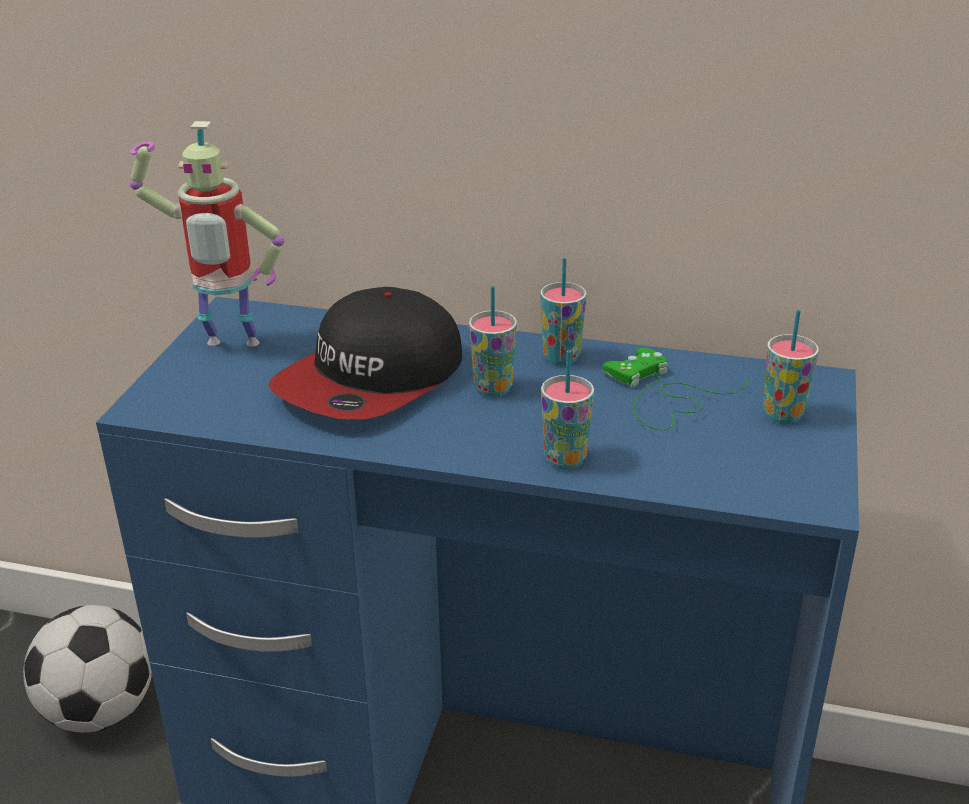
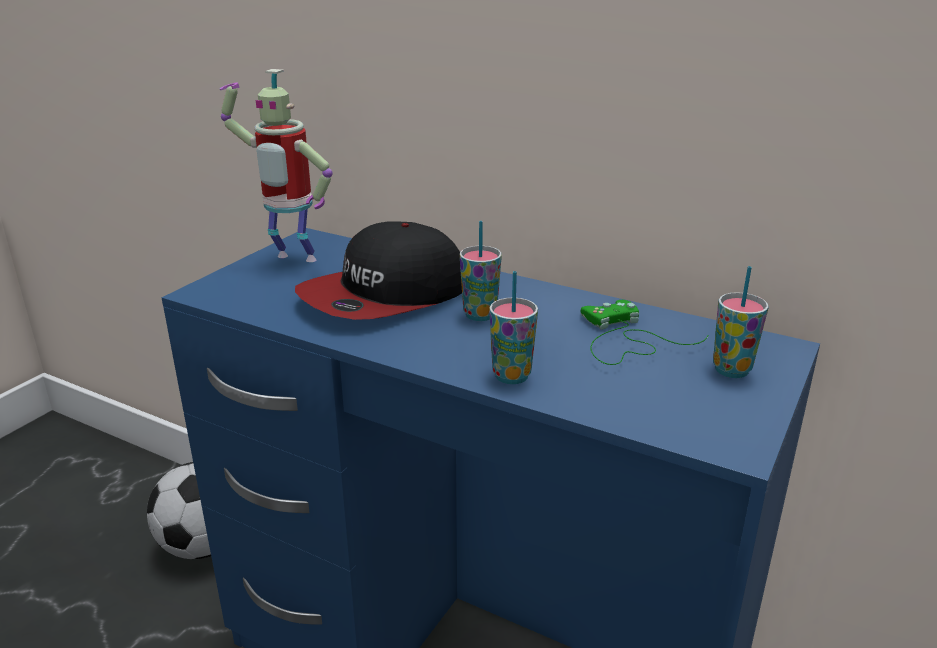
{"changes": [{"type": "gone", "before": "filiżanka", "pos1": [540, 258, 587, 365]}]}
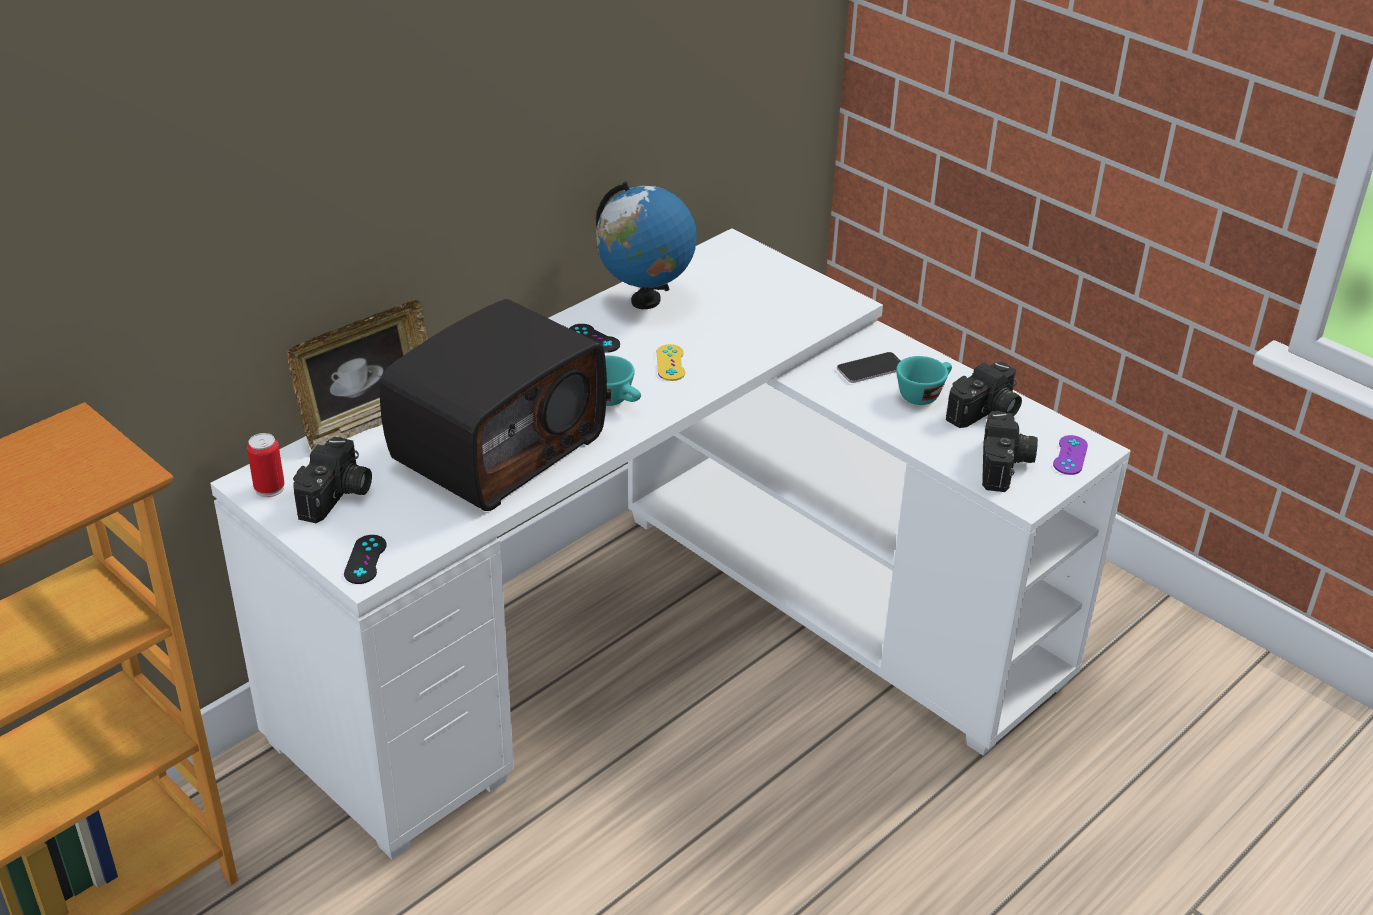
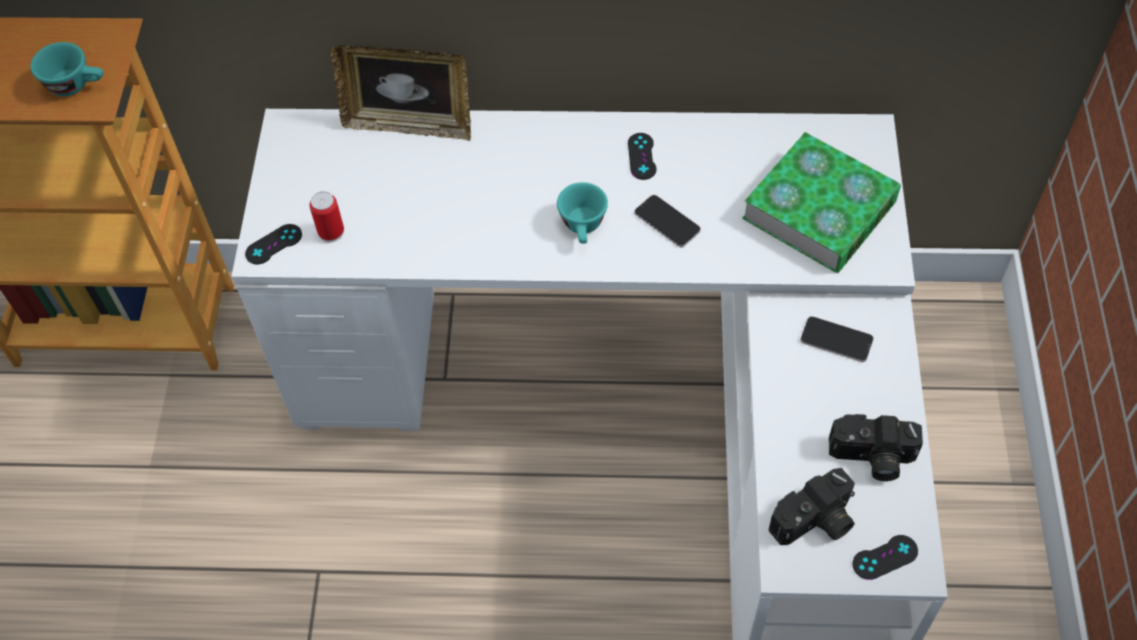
{"changes": [{"type": "shifted", "before": "puszka", "pos1": [247, 433, 285, 497], "pos2": [309, 191, 344, 242]}, {"type": "gone", "before": "aparat fotograficzny", "pos1": [293, 437, 372, 523]}, {"type": "gone", "before": "radio", "pos1": [380, 299, 607, 511]}, {"type": "gone", "before": "globus", "pos1": [596, 181, 697, 309]}, {"type": "swapped", "before": "pad do gier/żółty", "after": "telefon", "pos1": [657, 344, 685, 381], "pos2": [634, 195, 701, 247]}, {"type": "shifted", "before": "filiżanka/turkusowy", "pos1": [896, 356, 952, 405], "pos2": [31, 42, 104, 96]}, {"type": "repainted", "before": "pad do gier/fioletowy", "after": "pad do gier/czarny", "pos1": [1053, 435, 1088, 475], "pos2": [852, 535, 918, 580]}, {"type": "new", "after": "książka", "pos2": [742, 132, 901, 273]}]}
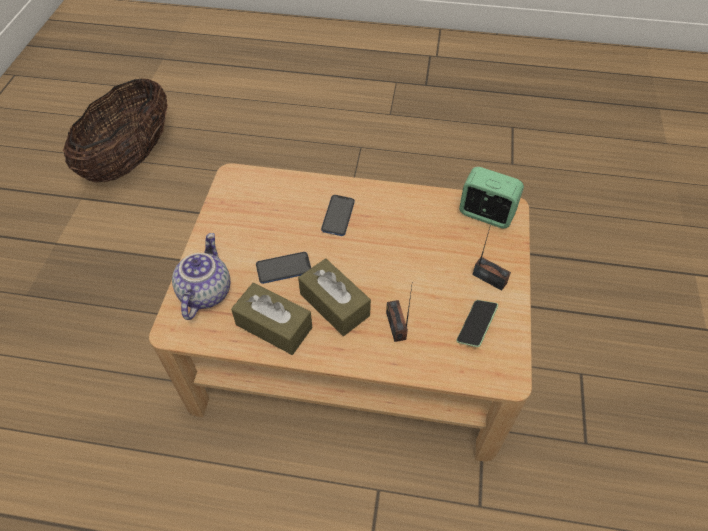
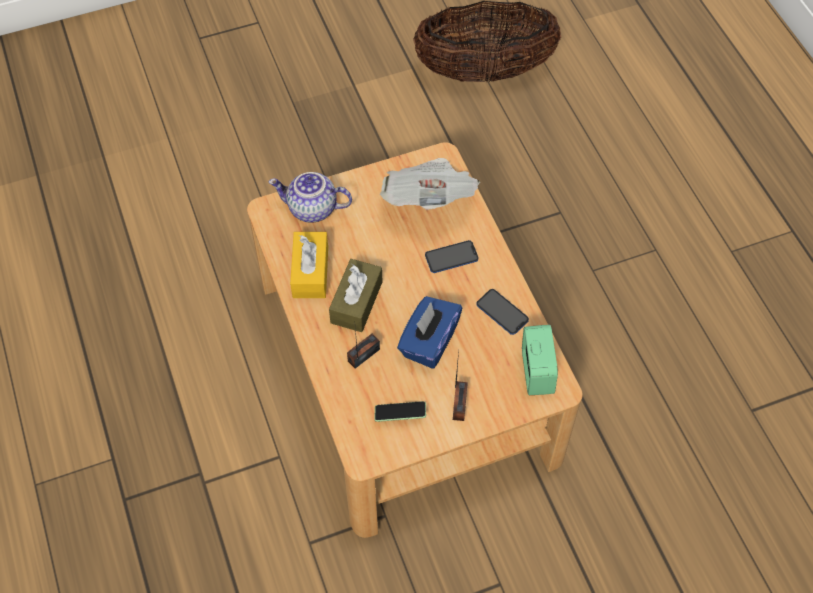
{"changes": [{"type": "rotated", "before": "imbryk", "pos1": [172, 233, 230, 320], "pos2": [269, 172, 352, 223], "turn": -150}, {"type": "repainted", "before": "pudełko chusteczek/brązowy", "after": "pudełko chusteczek/żółty", "pos1": [231, 283, 312, 355], "pos2": [290, 232, 328, 298]}, {"type": "shifted", "before": "telefon", "pos1": [256, 252, 311, 284], "pos2": [477, 289, 529, 335]}, {"type": "new", "after": "gazeta", "pos2": [380, 158, 480, 210]}, {"type": "new", "after": "pudełko chusteczek/niebieski", "pos2": [397, 296, 462, 369]}]}
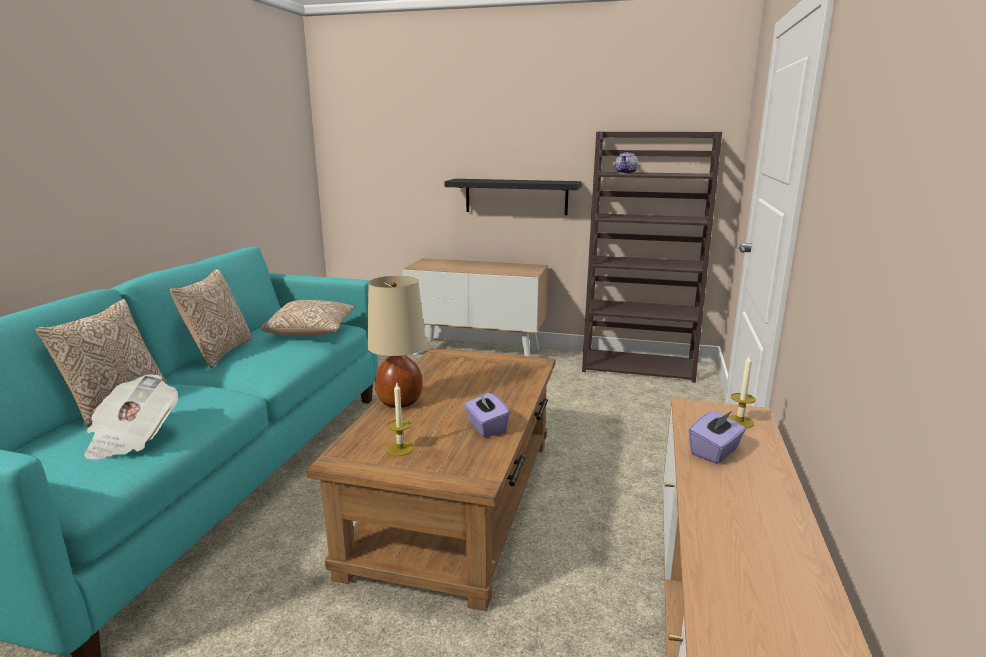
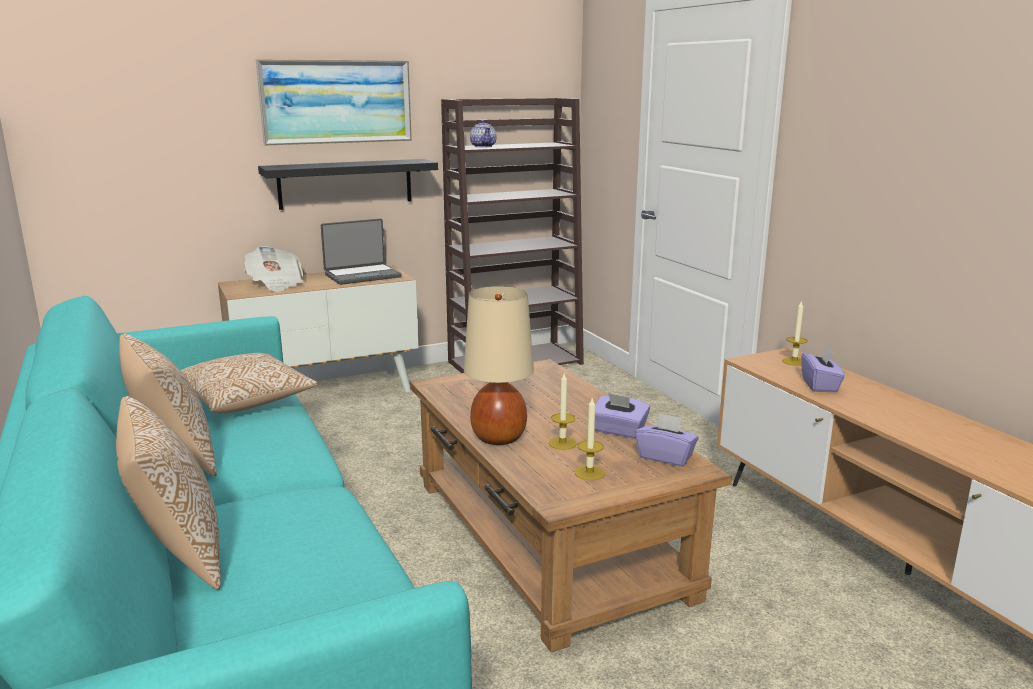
{"changes": [{"type": "shifted", "before": "gazeta", "pos1": [84, 374, 178, 459], "pos2": [244, 246, 304, 292]}, {"type": "new", "after": "obraz", "pos2": [256, 59, 412, 145]}, {"type": "new", "after": "laptop", "pos2": [321, 219, 402, 285]}, {"type": "new", "after": "świeca", "pos2": [549, 373, 577, 450]}, {"type": "new", "after": "pudełko chusteczek/fioletowy", "pos2": [635, 413, 699, 467]}]}
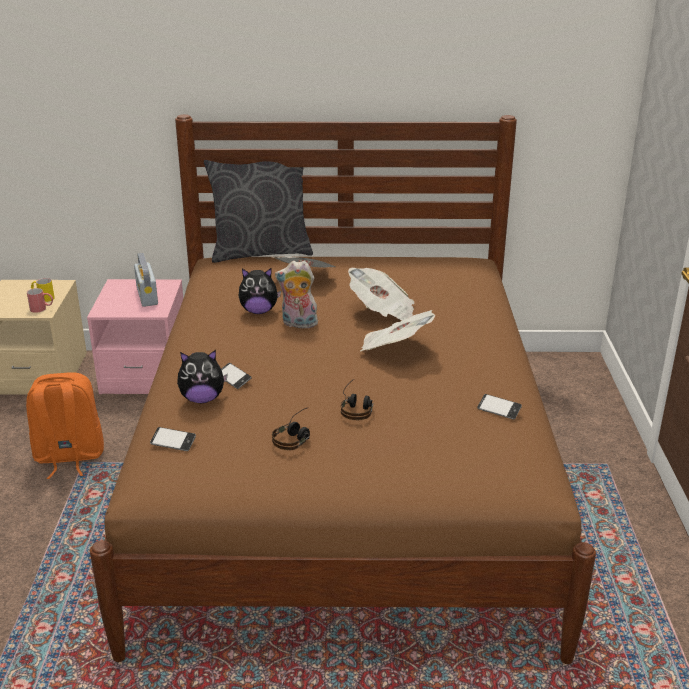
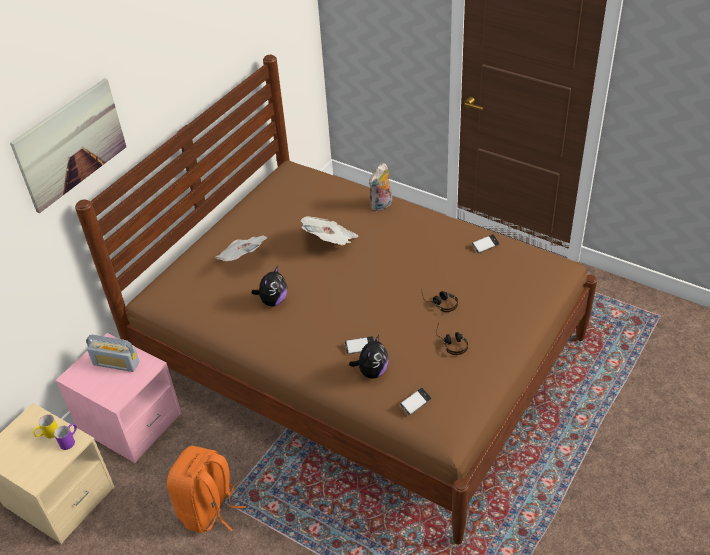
{"changes": [{"type": "repainted", "before": "kubek/czerwony", "after": "kubek/fioletowy", "pos1": [27, 288, 53, 313], "pos2": [54, 424, 77, 450]}, {"type": "gone", "before": "poduszka/szary", "pos1": [203, 160, 313, 263]}, {"type": "shifted", "before": "pluszak", "pos1": [275, 261, 318, 328], "pos2": [369, 163, 392, 212]}, {"type": "gone", "before": "gazeta", "pos1": [360, 310, 435, 352]}, {"type": "new", "after": "obraz", "pos2": [10, 78, 126, 213]}]}
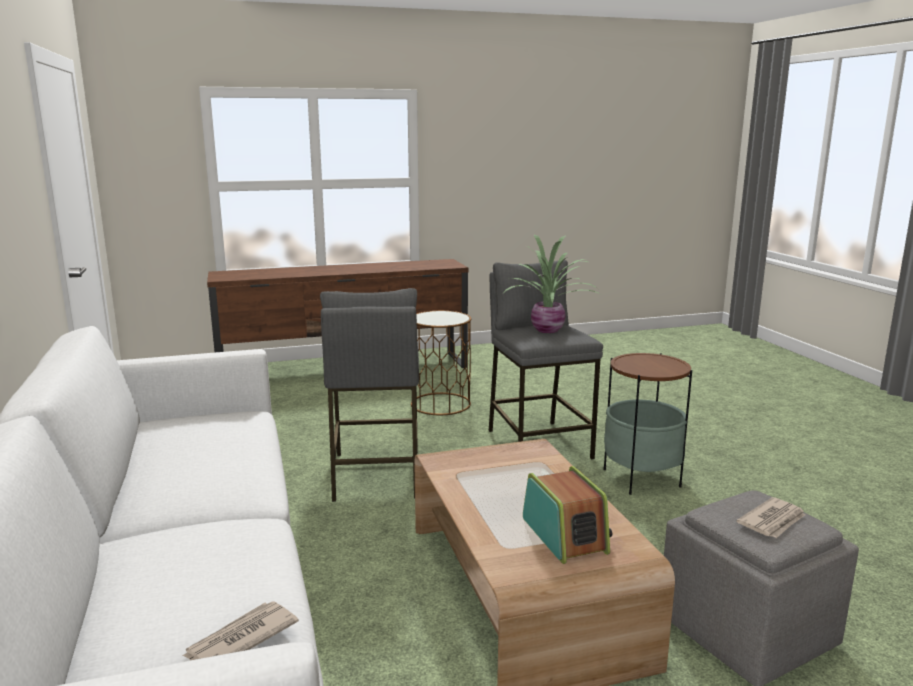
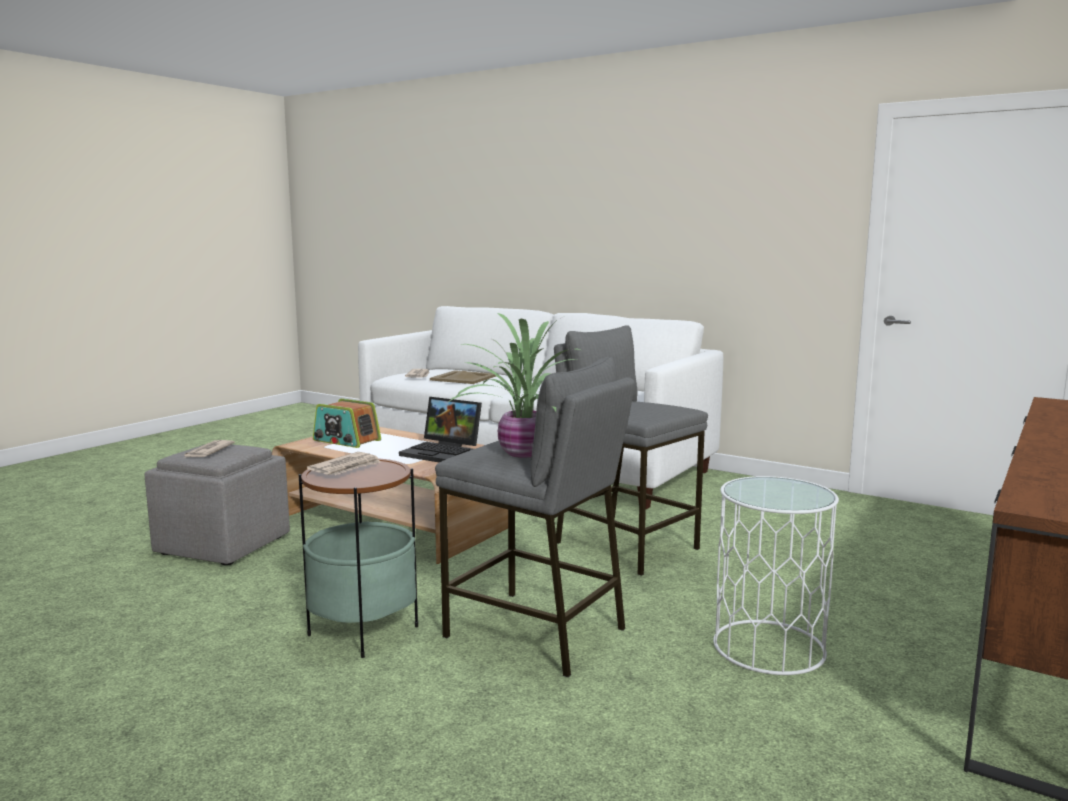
{"changes": [{"type": "repainted", "before": "stolik/brązowy", "after": "stolik/biały", "pos1": [411, 311, 471, 415], "pos2": [713, 476, 839, 675]}, {"type": "new", "after": "gazeta", "pos2": [307, 452, 381, 475]}, {"type": "new", "after": "laptop", "pos2": [399, 397, 482, 463]}, {"type": "new", "after": "taca/beżowy", "pos2": [430, 370, 496, 384]}]}
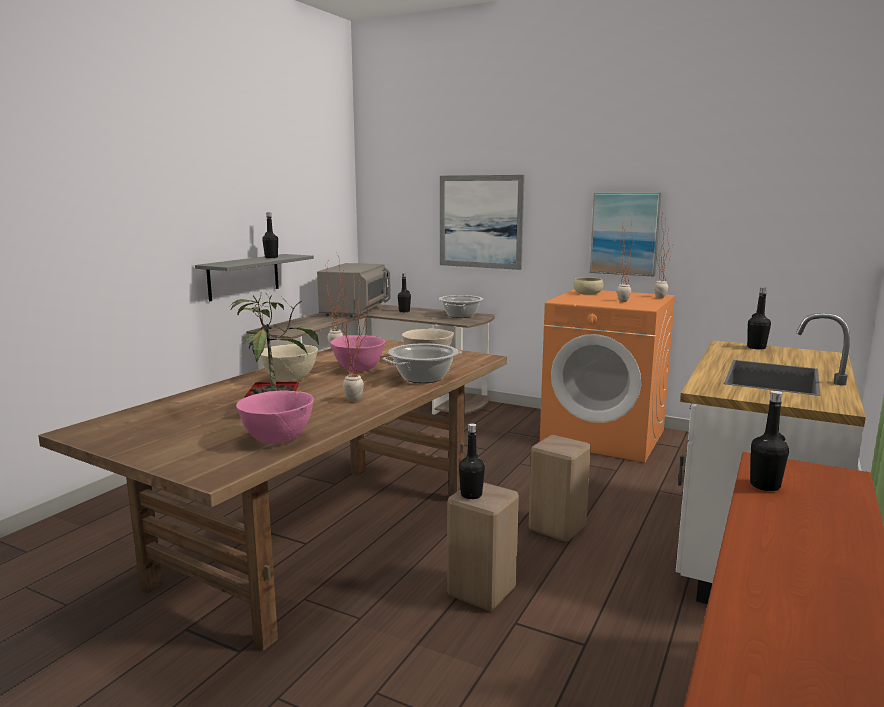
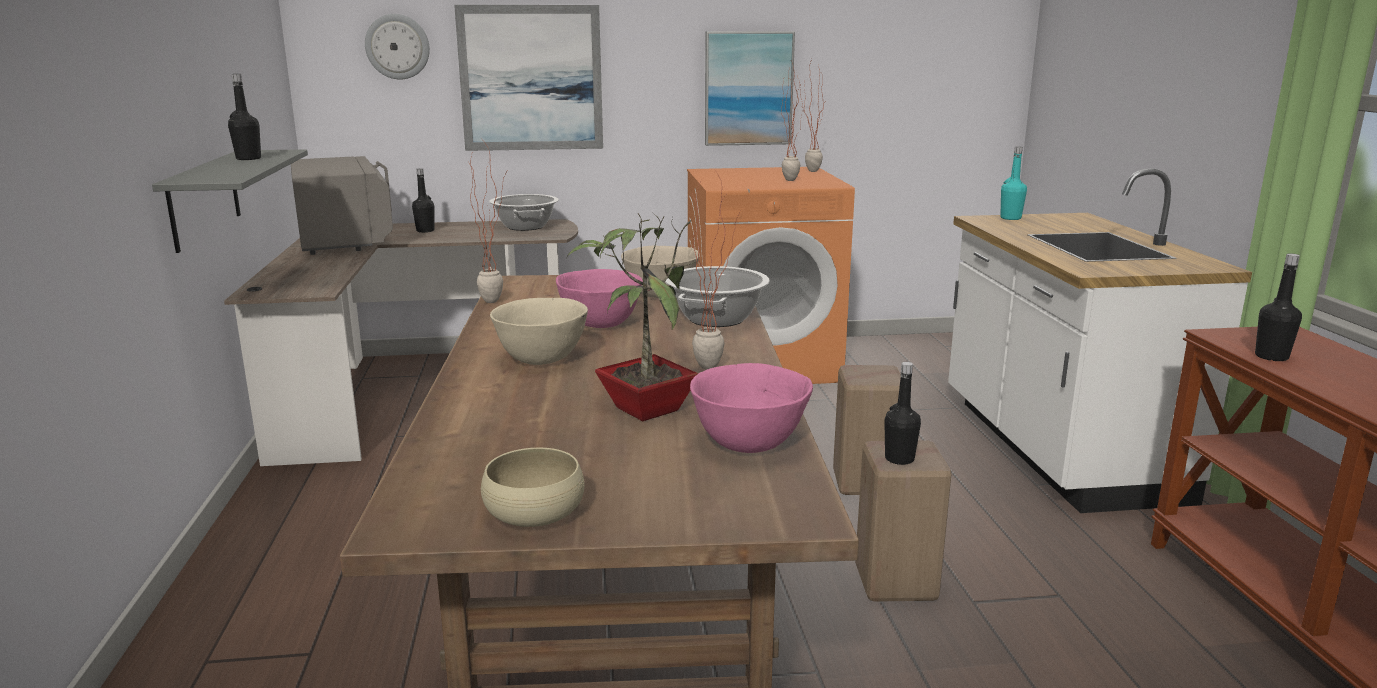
{"changes": [{"type": "shifted", "before": "miska/beżowy", "pos1": [574, 277, 603, 295], "pos2": [481, 448, 585, 527]}, {"type": "repainted", "before": "butelka/czarny", "after": "butelka/turkusowy", "pos1": [747, 287, 771, 350], "pos2": [1001, 147, 1027, 220]}, {"type": "new", "after": "zegar ścienny", "pos2": [365, 14, 430, 79]}]}
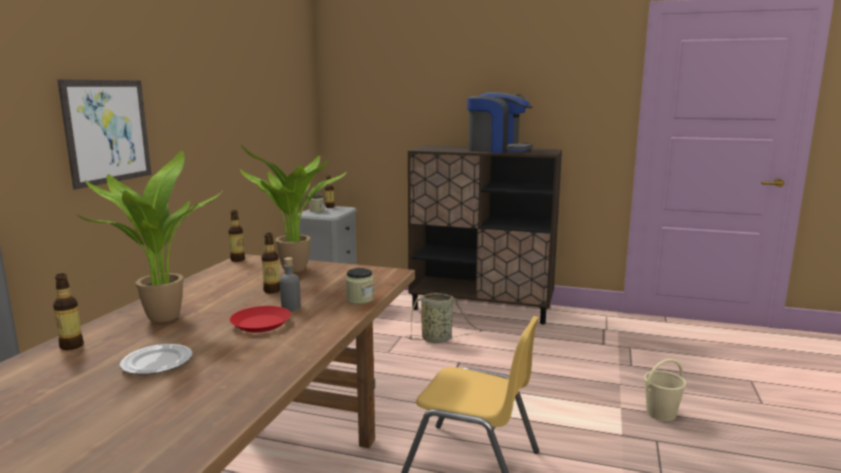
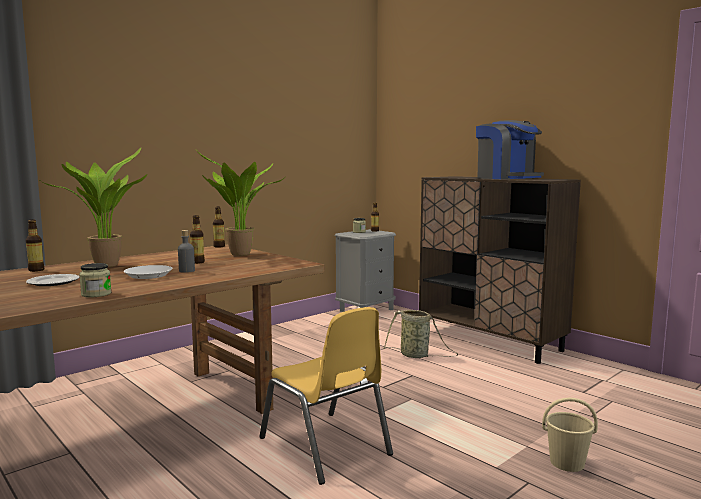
{"changes": [{"type": "gone", "before": "obraz", "pos1": [57, 79, 152, 189]}, {"type": "repainted", "before": "talerz/czerwony", "after": "talerz/biały", "pos1": [230, 306, 291, 332], "pos2": [124, 265, 173, 279]}, {"type": "shifted", "before": "słoik", "pos1": [346, 268, 374, 304], "pos2": [79, 263, 111, 298]}]}
